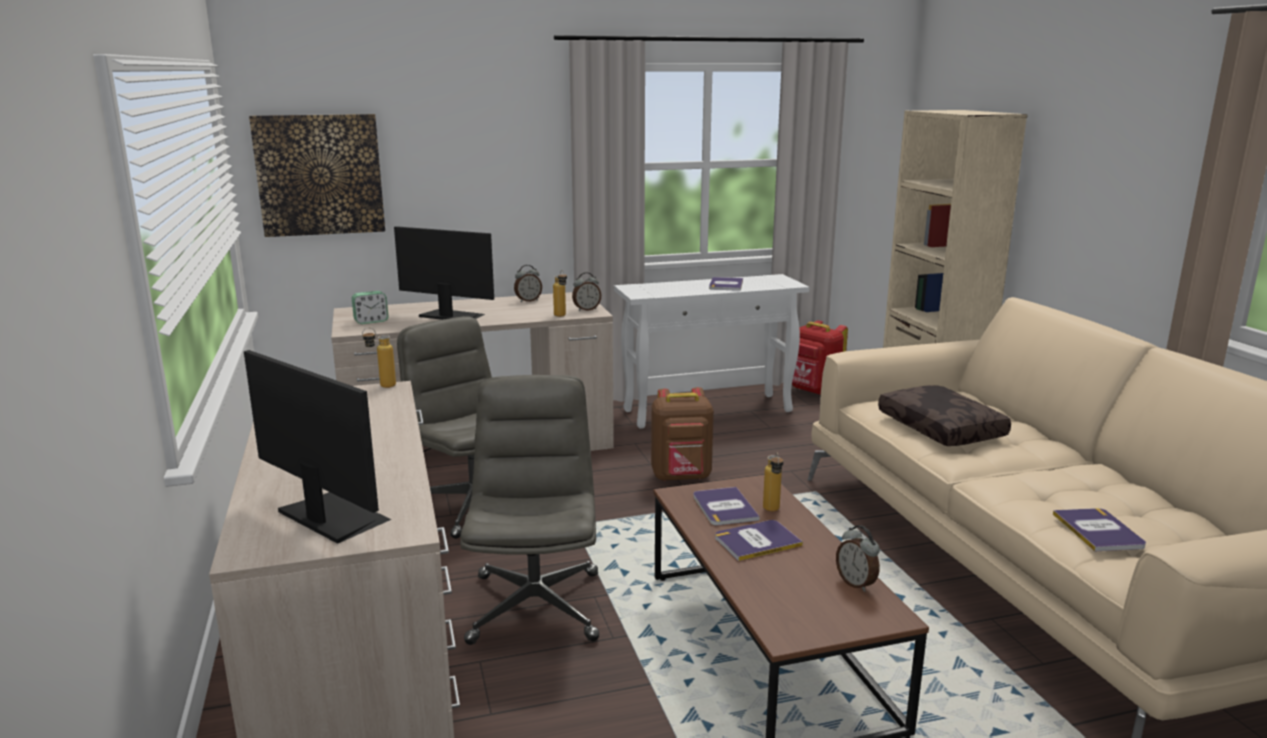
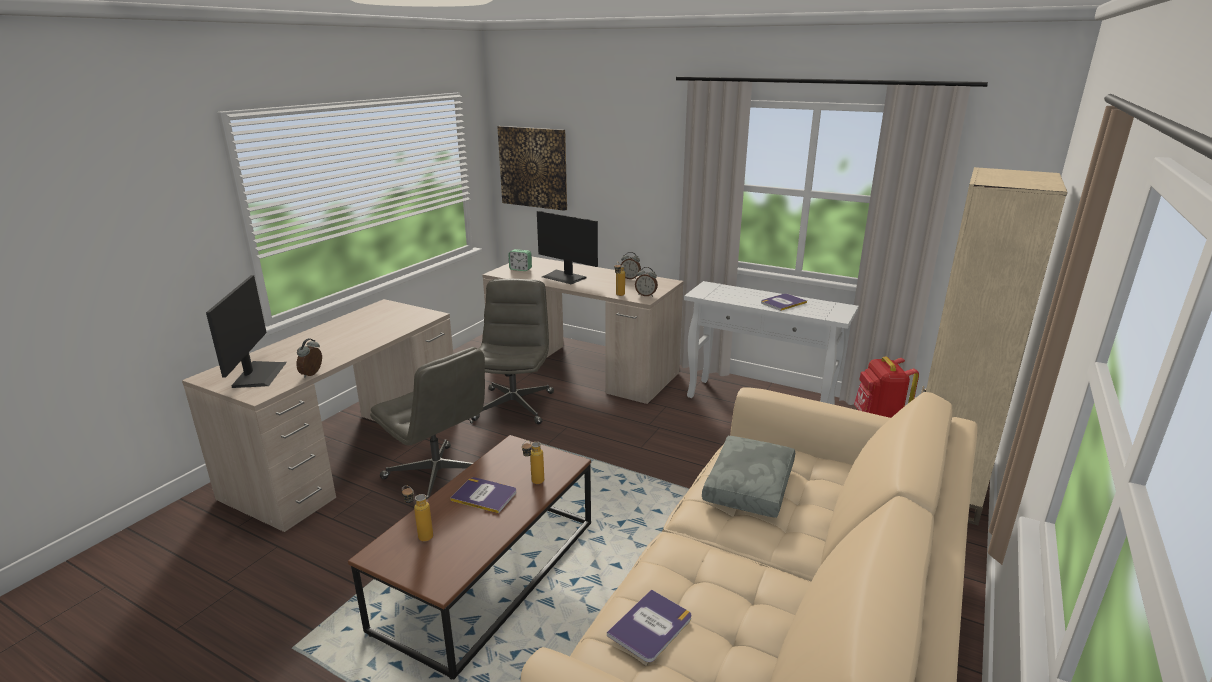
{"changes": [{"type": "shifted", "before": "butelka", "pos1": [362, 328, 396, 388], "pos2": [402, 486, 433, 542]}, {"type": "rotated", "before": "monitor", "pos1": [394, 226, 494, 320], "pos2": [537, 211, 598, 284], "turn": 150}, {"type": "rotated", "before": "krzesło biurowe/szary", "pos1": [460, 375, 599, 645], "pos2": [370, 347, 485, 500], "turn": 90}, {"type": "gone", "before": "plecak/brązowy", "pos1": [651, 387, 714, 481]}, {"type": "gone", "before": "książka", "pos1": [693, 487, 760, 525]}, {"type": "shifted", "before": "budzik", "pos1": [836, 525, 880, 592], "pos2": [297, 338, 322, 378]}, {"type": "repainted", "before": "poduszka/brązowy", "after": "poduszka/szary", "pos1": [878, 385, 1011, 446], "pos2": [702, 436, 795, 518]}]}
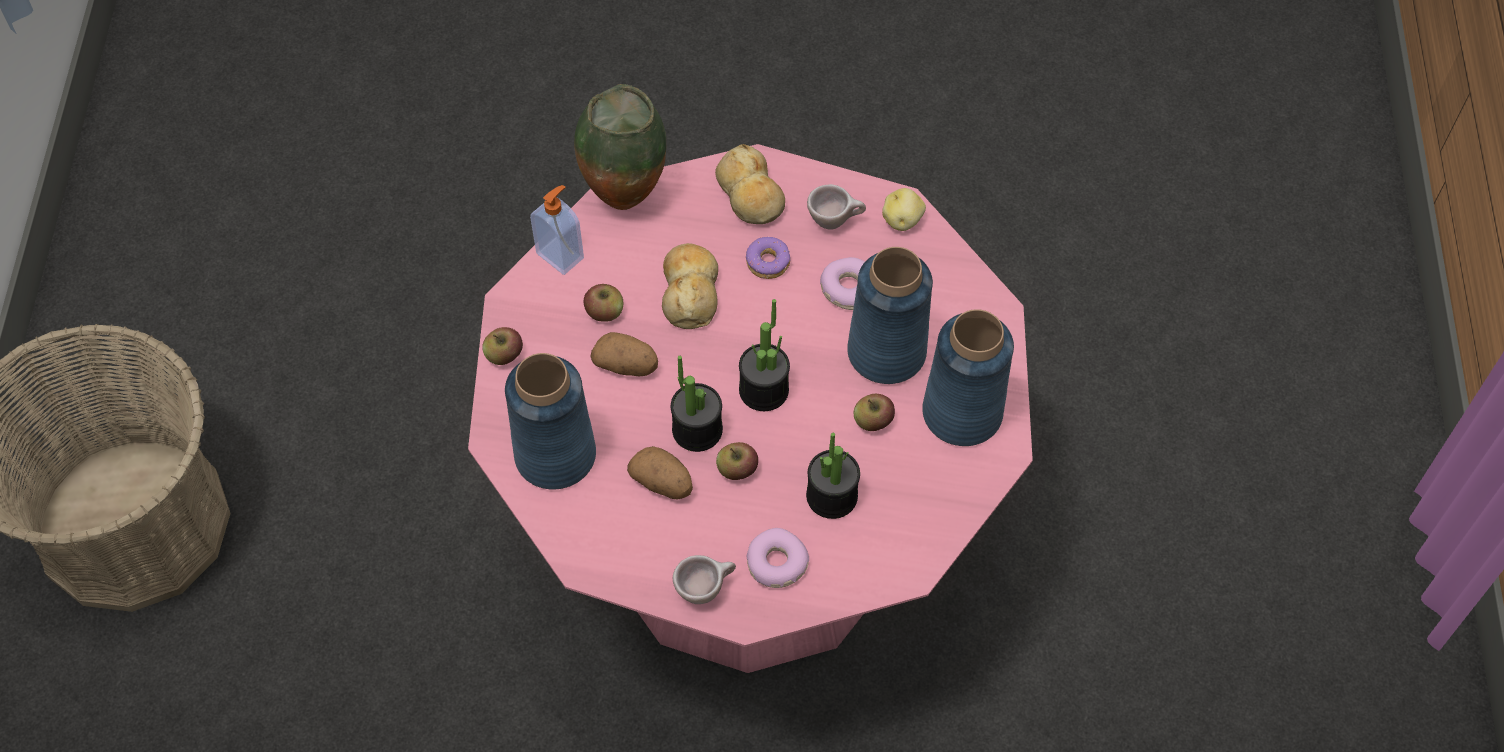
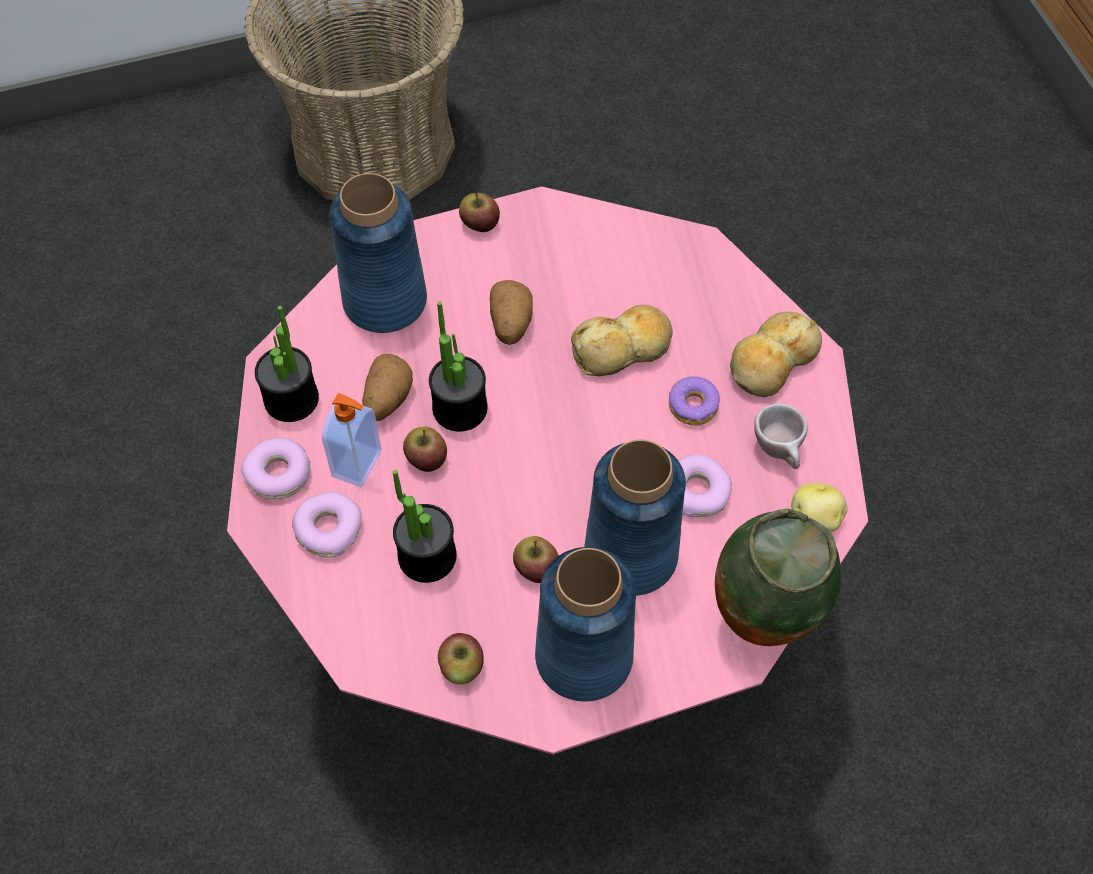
{"changes": [{"type": "shifted", "before": "dozownik mydła", "pos1": [530, 185, 584, 275], "pos2": [322, 393, 382, 487]}, {"type": "shifted", "before": "wazon", "pos1": [574, 84, 666, 210], "pos2": [715, 509, 842, 646]}, {"type": "shifted", "before": "jabłko", "pos1": [583, 284, 623, 322], "pos2": [438, 633, 484, 684]}, {"type": "swapped", "before": "filiżanka/beżowy", "after": "donut", "pos1": [673, 555, 736, 604], "pos2": [241, 438, 311, 499]}, {"type": "shifted", "before": "roślina doniczkowa", "pos1": [739, 299, 790, 411], "pos2": [255, 306, 319, 422]}]}
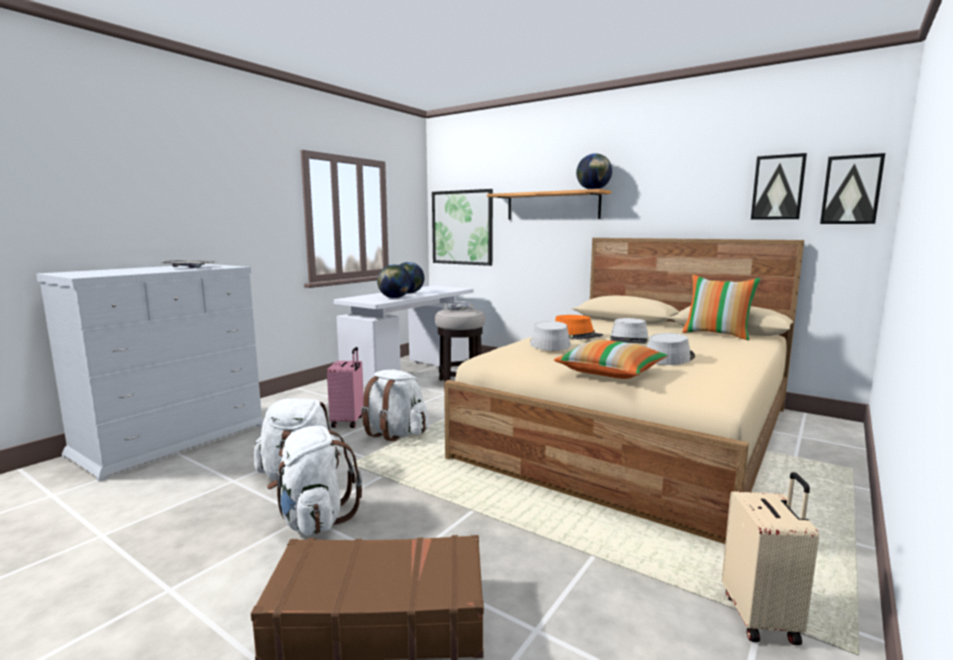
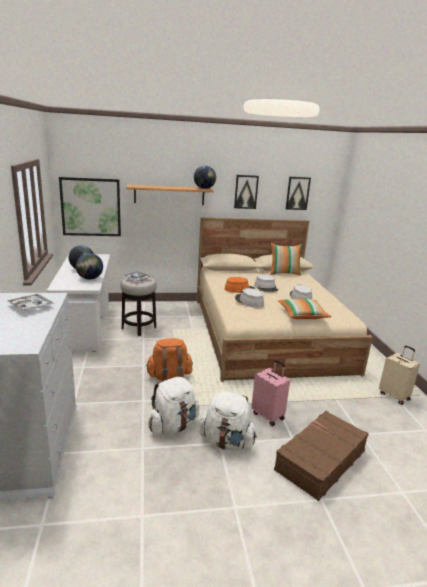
{"changes": [{"type": "shifted", "before": "walizka/różowy", "pos1": [327, 347, 364, 428], "pos2": [251, 360, 290, 426]}, {"type": "repainted", "before": "plecak/biały", "after": "plecak/pomarańczowy", "pos1": [361, 370, 429, 441], "pos2": [146, 338, 193, 382]}, {"type": "shifted", "before": "obraz", "pos1": [820, 153, 885, 224], "pos2": [234, 175, 259, 209]}]}
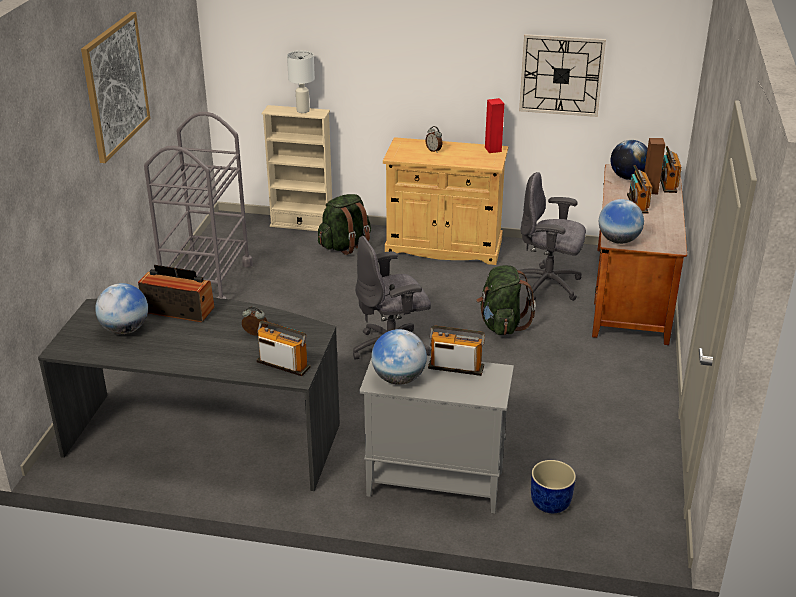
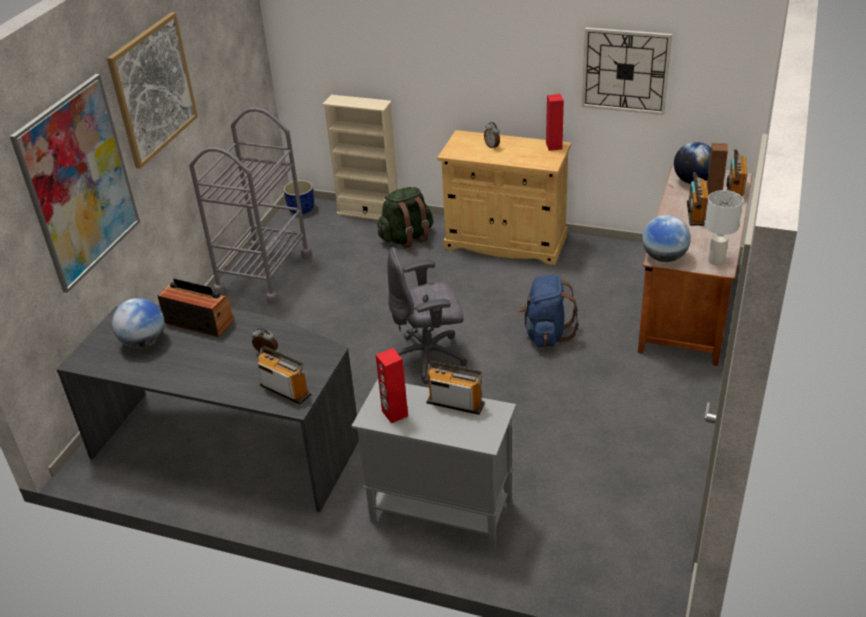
{"changes": [{"type": "shifted", "before": "lampa stołowa/biały", "pos1": [287, 51, 315, 113], "pos2": [705, 190, 743, 265]}, {"type": "swapped", "before": "globus", "after": "głośnik/czerwony", "pos1": [371, 329, 427, 385], "pos2": [376, 348, 408, 423]}, {"type": "repainted", "before": "plecak/zielony", "after": "plecak/niebieski", "pos1": [476, 265, 536, 335], "pos2": [519, 275, 579, 347]}, {"type": "gone", "before": "krzesło biurowe/szary", "pos1": [519, 172, 586, 302]}, {"type": "shifted", "before": "donica/niebieski", "pos1": [531, 460, 576, 513], "pos2": [283, 180, 314, 214]}, {"type": "new", "after": "obraz", "pos2": [10, 74, 140, 293]}]}
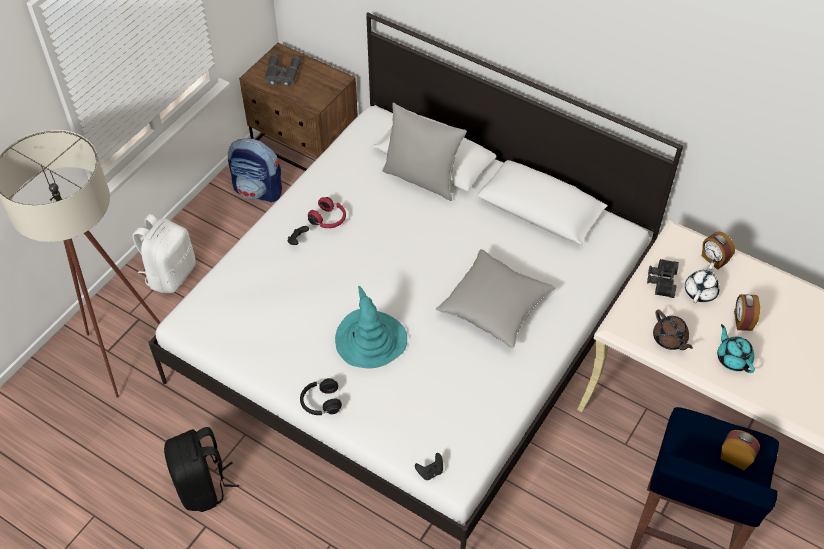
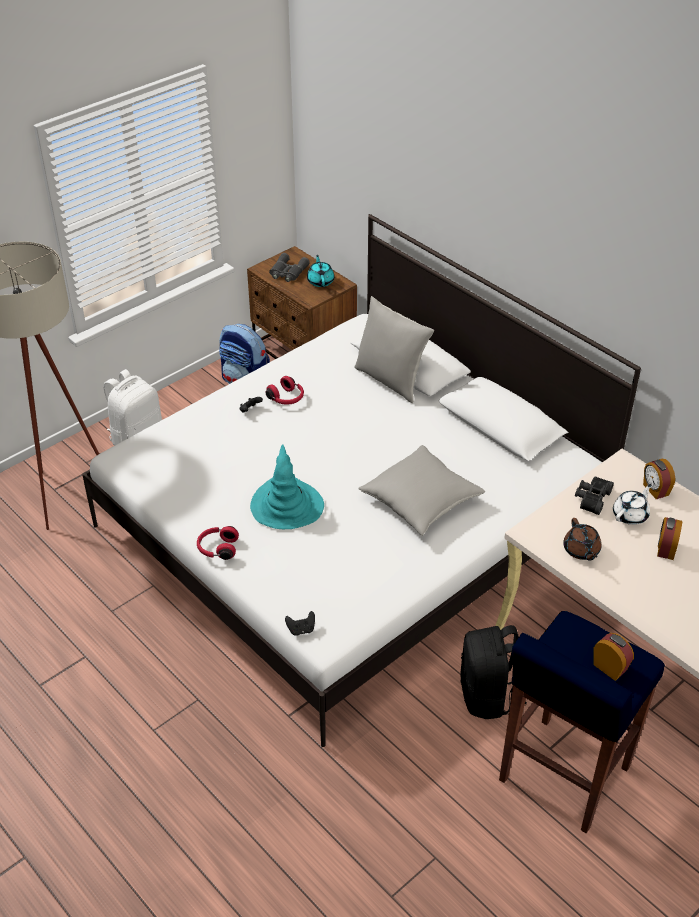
{"changes": [{"type": "shifted", "before": "plecak/czarny", "pos1": [164, 427, 239, 512], "pos2": [461, 625, 527, 719]}, {"type": "repainted", "before": "słuchawki/czarny", "after": "słuchawki/czerwony", "pos1": [300, 378, 342, 415], "pos2": [197, 526, 239, 560]}, {"type": "shifted", "before": "imbryk/turkusowy", "pos1": [717, 324, 755, 373], "pos2": [307, 255, 335, 287]}]}
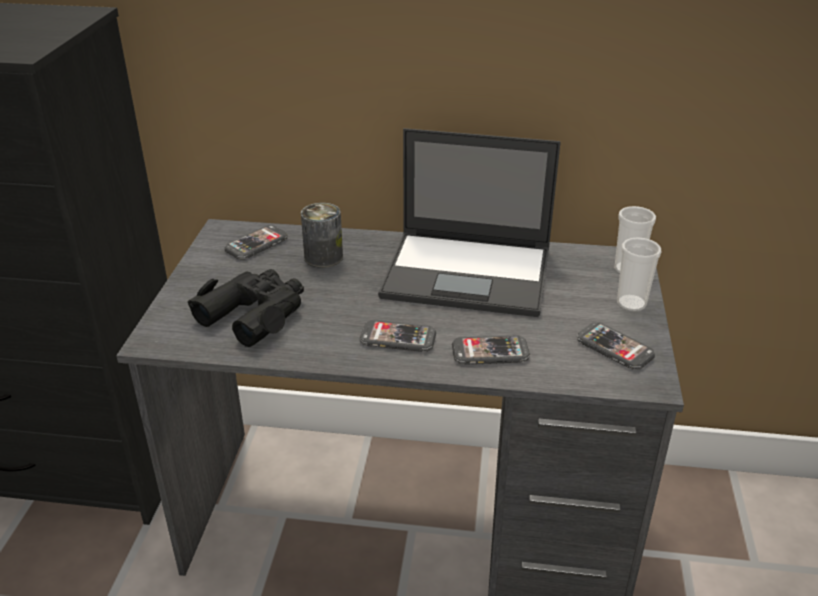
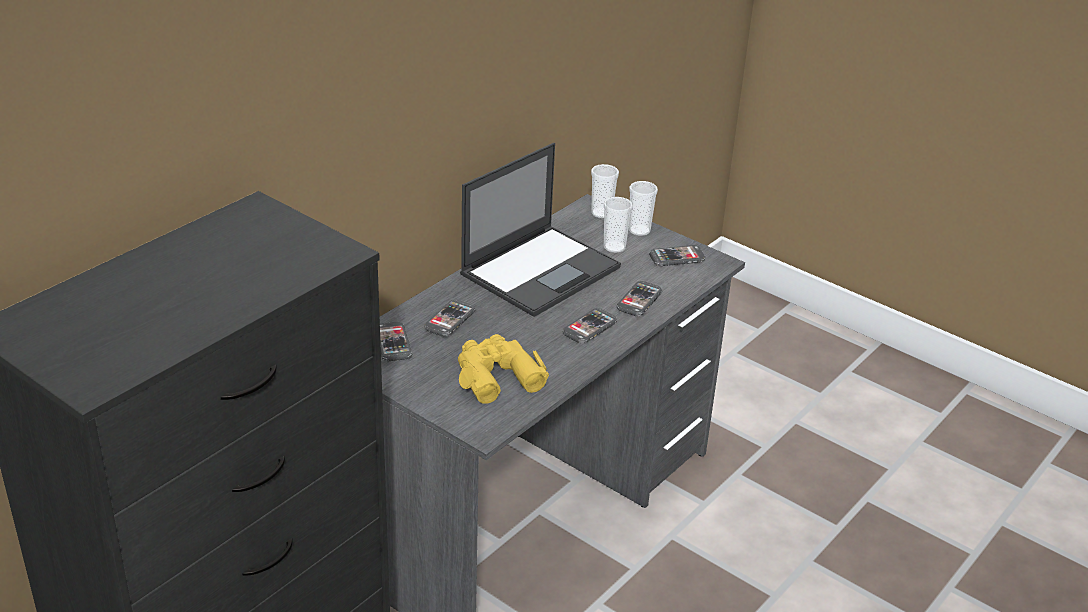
{"changes": [{"type": "repainted", "before": "lornetka/czarny", "after": "lornetka/żółty", "pos1": [188, 269, 304, 347], "pos2": [458, 334, 549, 404]}, {"type": "swapped", "before": "puszka", "after": "telefon", "pos1": [301, 203, 343, 268], "pos2": [424, 300, 475, 337]}, {"type": "new", "after": "filiżanka", "pos2": [604, 197, 633, 253]}]}
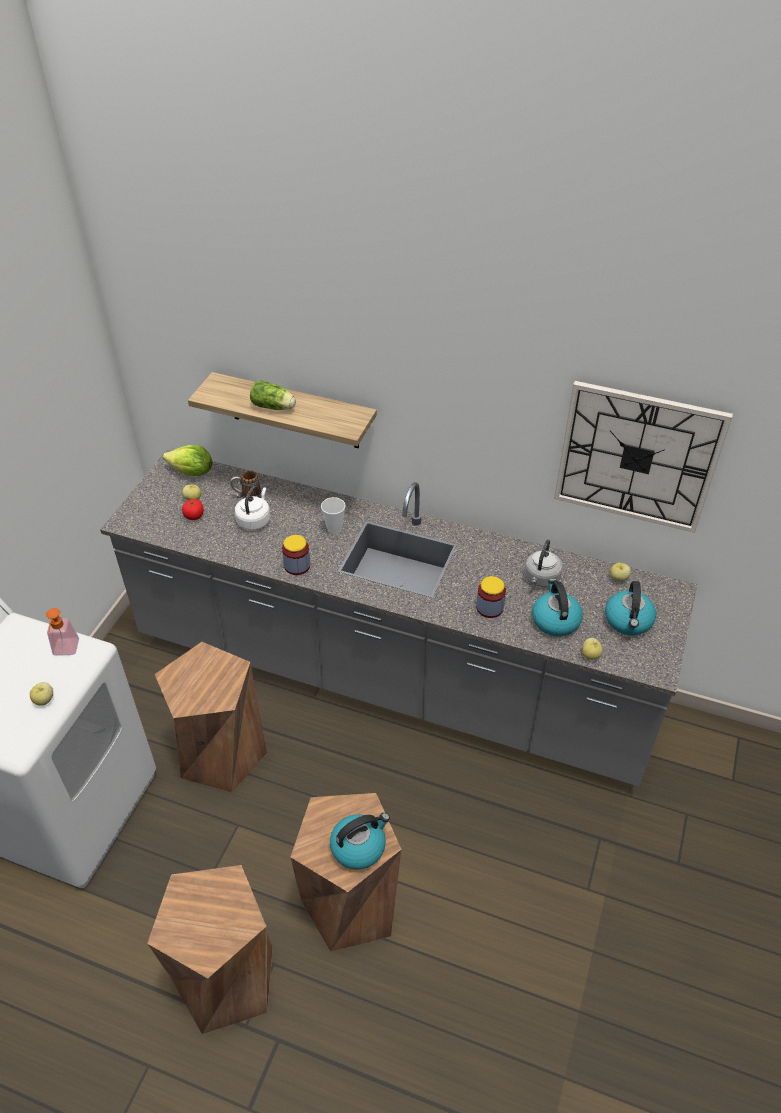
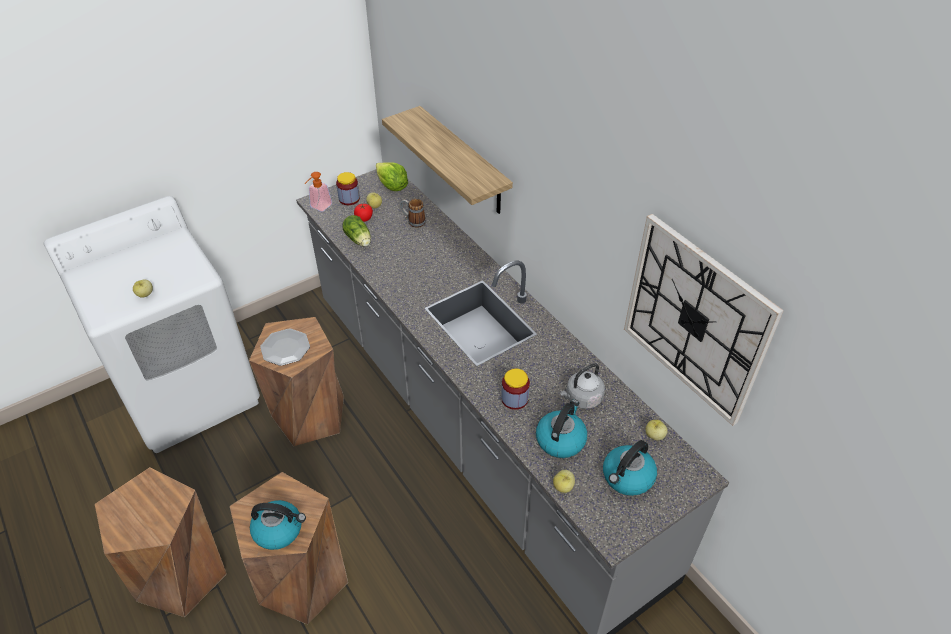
{"changes": [{"type": "shifted", "before": "dozownik mydła", "pos1": [46, 608, 79, 656], "pos2": [305, 172, 332, 212]}, {"type": "gone", "before": "czajnik/biały", "pos1": [235, 486, 270, 530]}, {"type": "shifted", "before": "sałata", "pos1": [250, 380, 296, 410], "pos2": [342, 215, 371, 247]}, {"type": "shifted", "before": "słoik", "pos1": [282, 535, 310, 575], "pos2": [336, 172, 360, 205]}, {"type": "gone", "before": "filiżanka", "pos1": [321, 497, 346, 534]}, {"type": "new", "after": "talerz", "pos2": [260, 329, 310, 366]}]}
